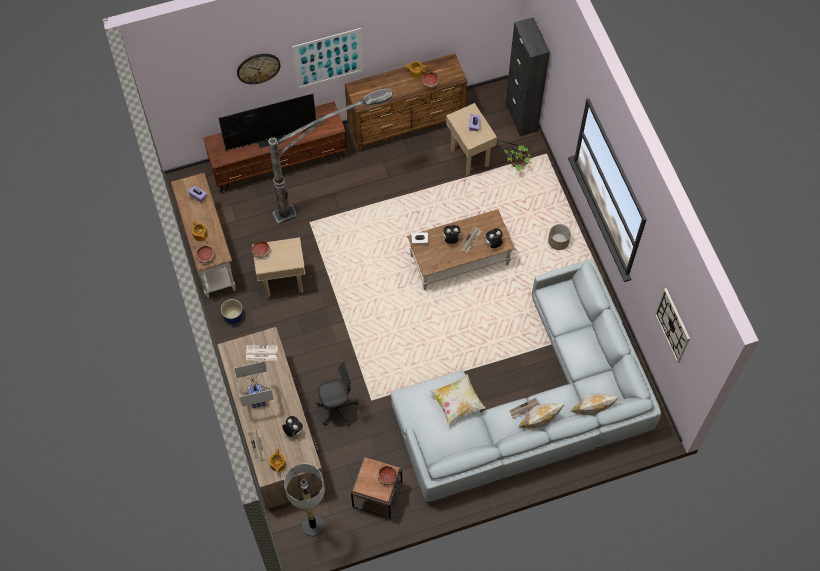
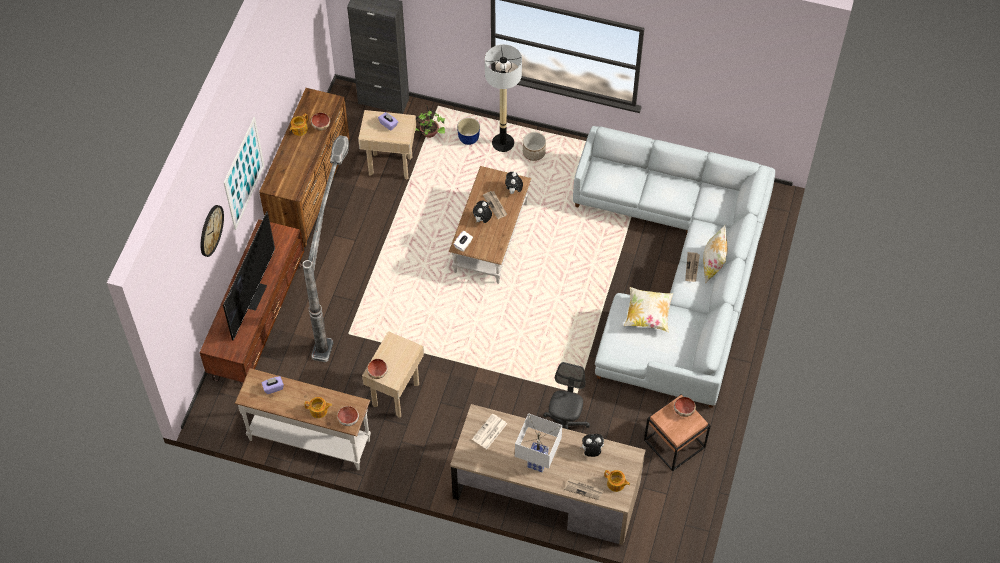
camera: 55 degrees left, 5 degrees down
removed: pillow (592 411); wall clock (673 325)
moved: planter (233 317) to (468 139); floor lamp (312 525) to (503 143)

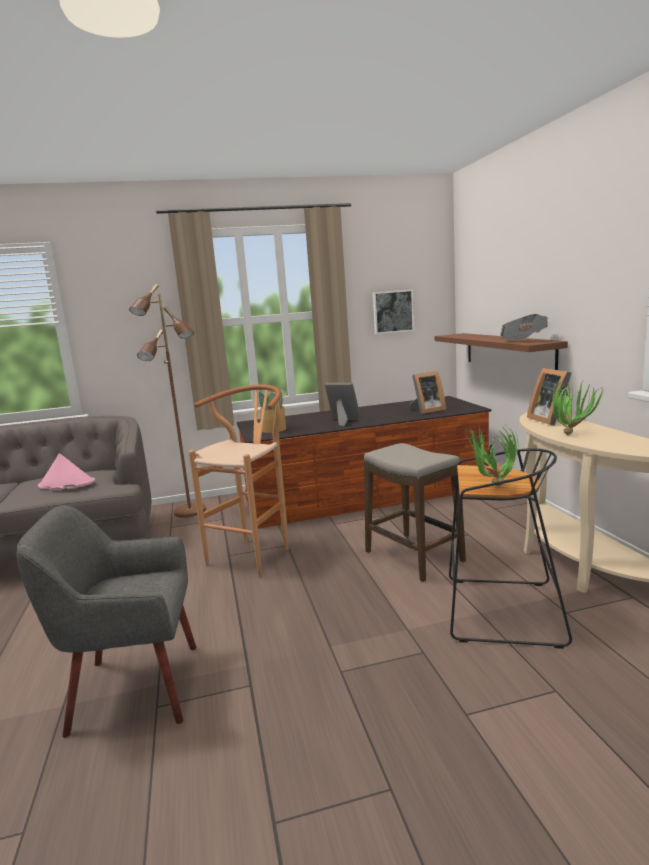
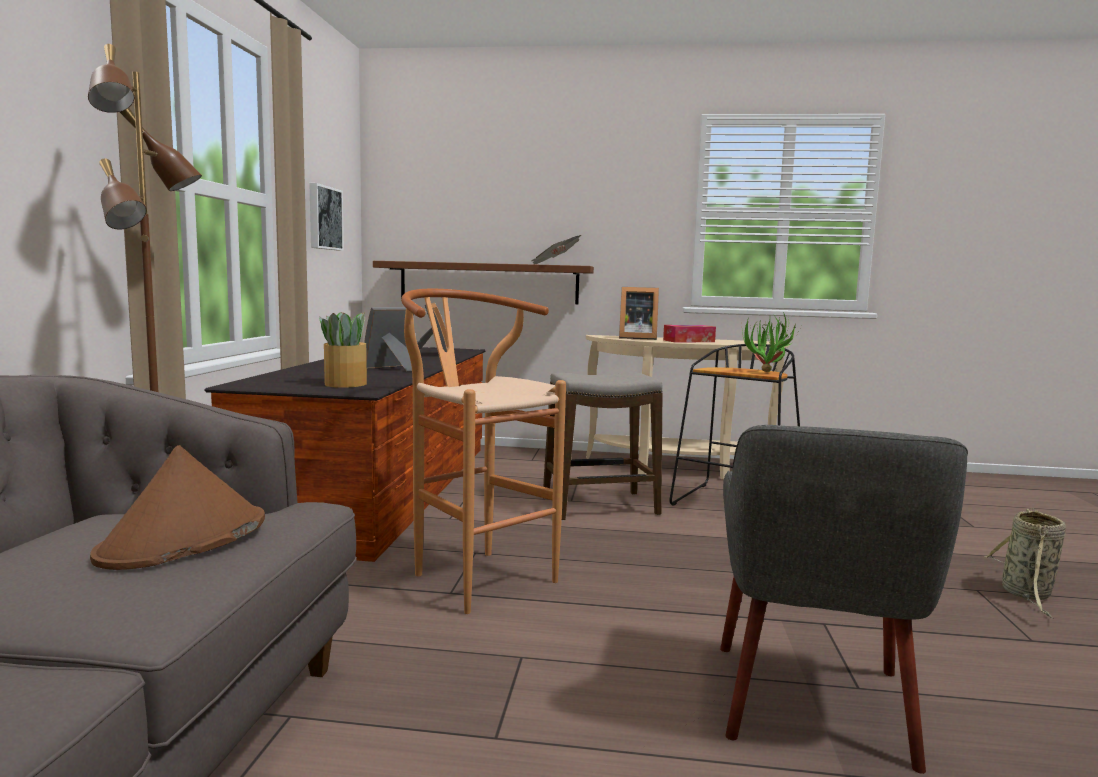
camera: 70 degrees left, 5 degrees down
added: basket (1026 595)
replaced: potted plant (572 433) to tissue box (688 341)
recoloured: pink hat (66 484) to brown hat (184 539)

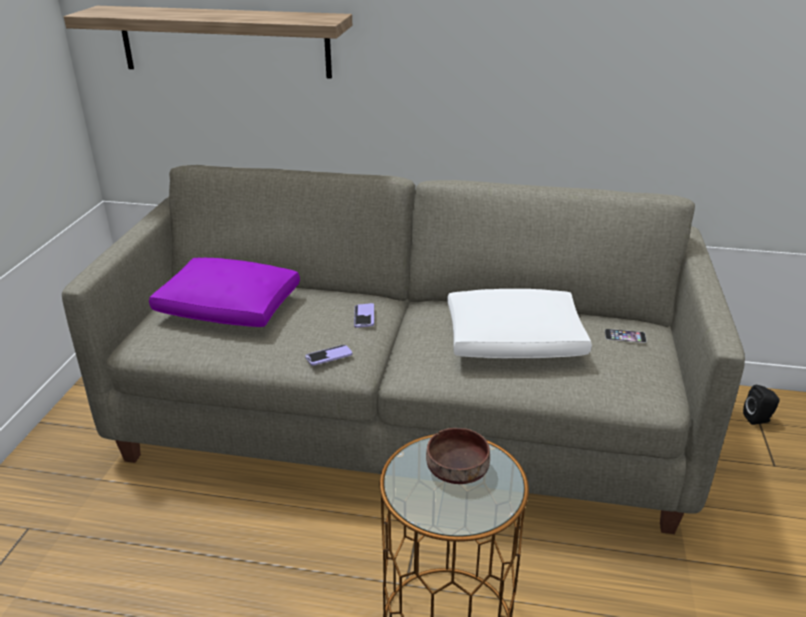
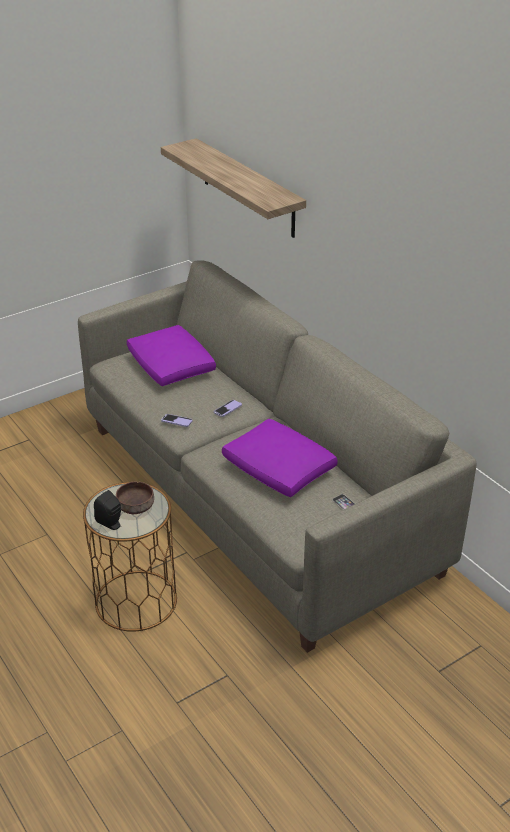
camera: 45 degrees right, 5 degrees up
moved: black speaker (758 419) to (111 524)
recoloured: white pillow (515 341) to purple pillow (279 469)

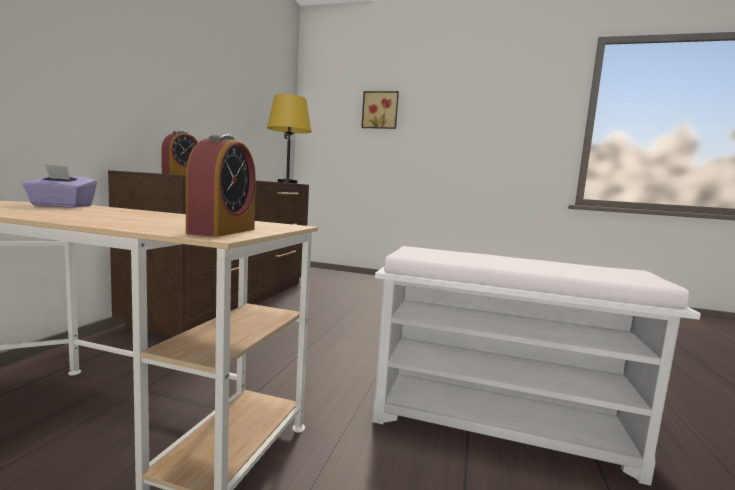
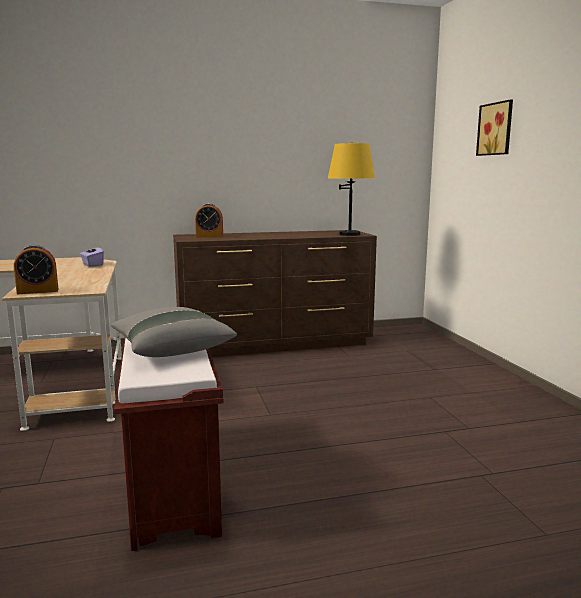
camera: 60 degrees right, 5 degrees up
added: grey pillow (172 349)
recoloured: white bench (500 424) to brown bench (173 479)

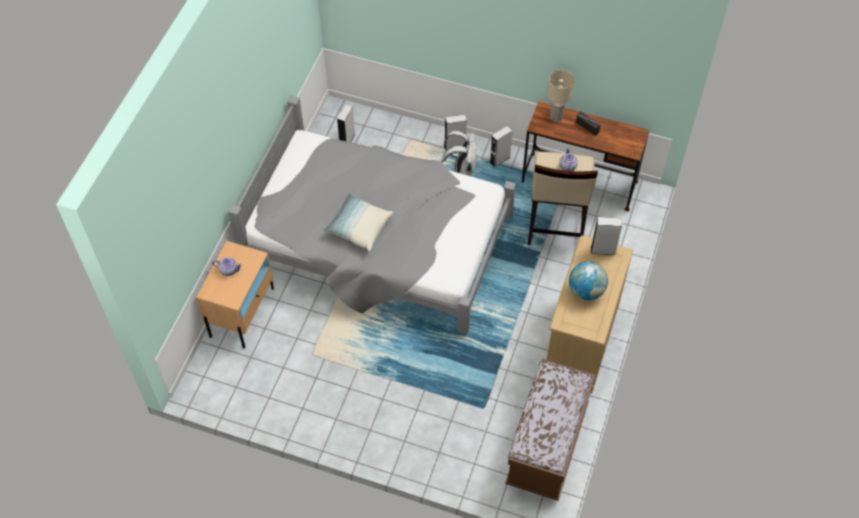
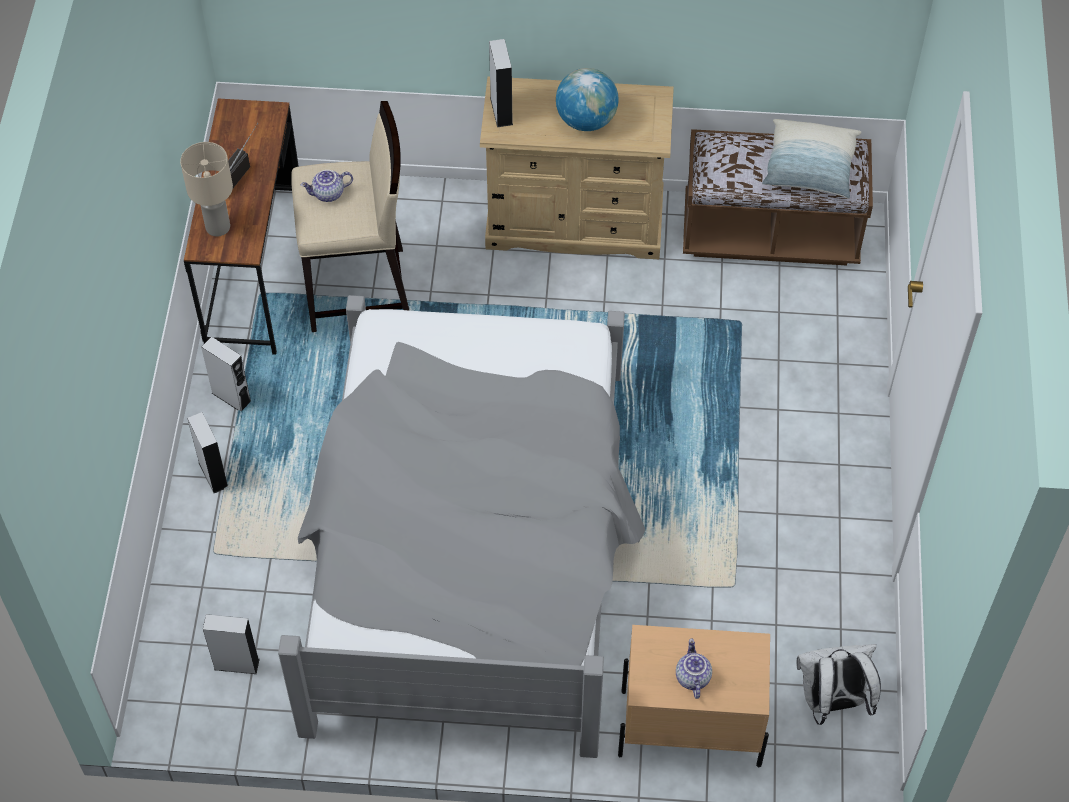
camera: 105 degrees left, 0 degrees up
moved: pillow (359 227) to (810 169); white backpack (461 171) to (832 702)

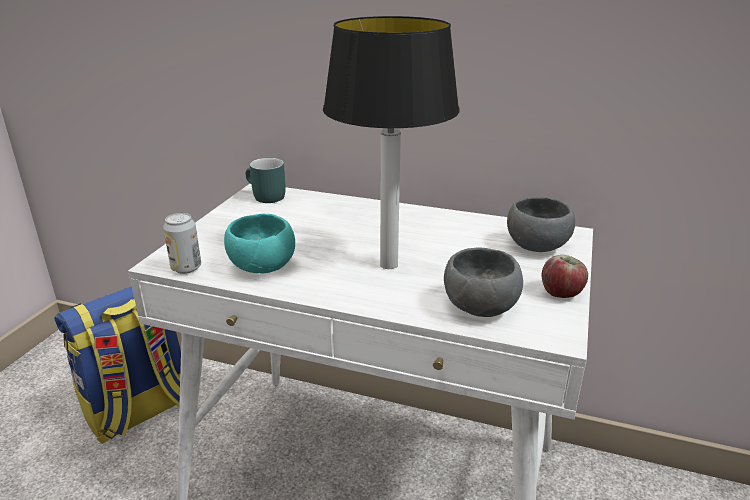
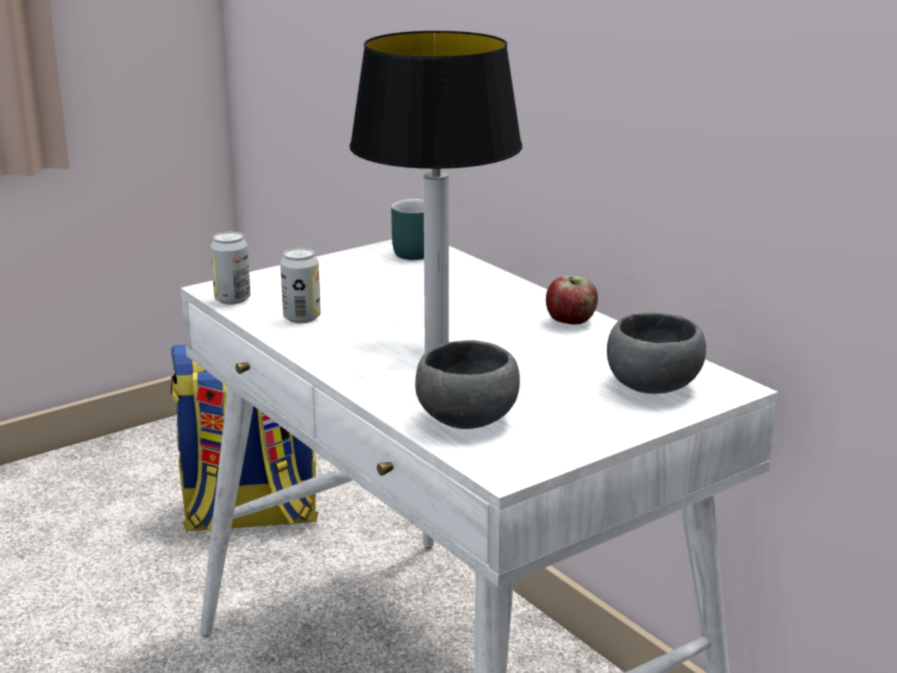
camera: 35 degrees right, 5 degrees down
moved: apple (561 293) to (571 322)
replaced: turquoise bowl (260 267) to can (302 318)

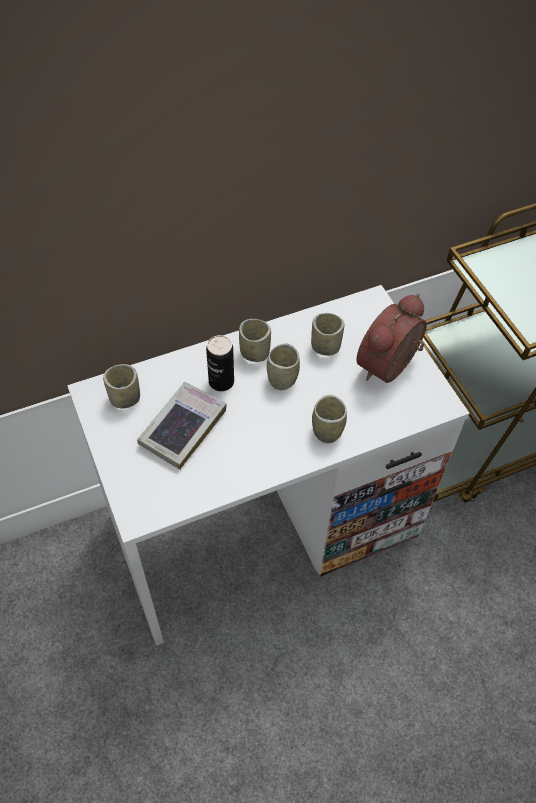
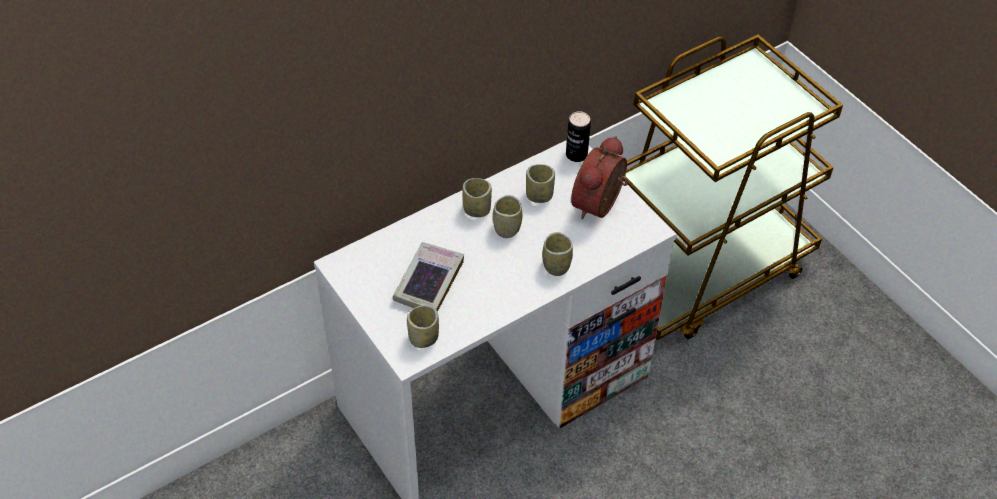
camera: 10 degrees left, 5 degrees down
moved: cup (125 398) to (423 338); can (221 381) to (576 155)

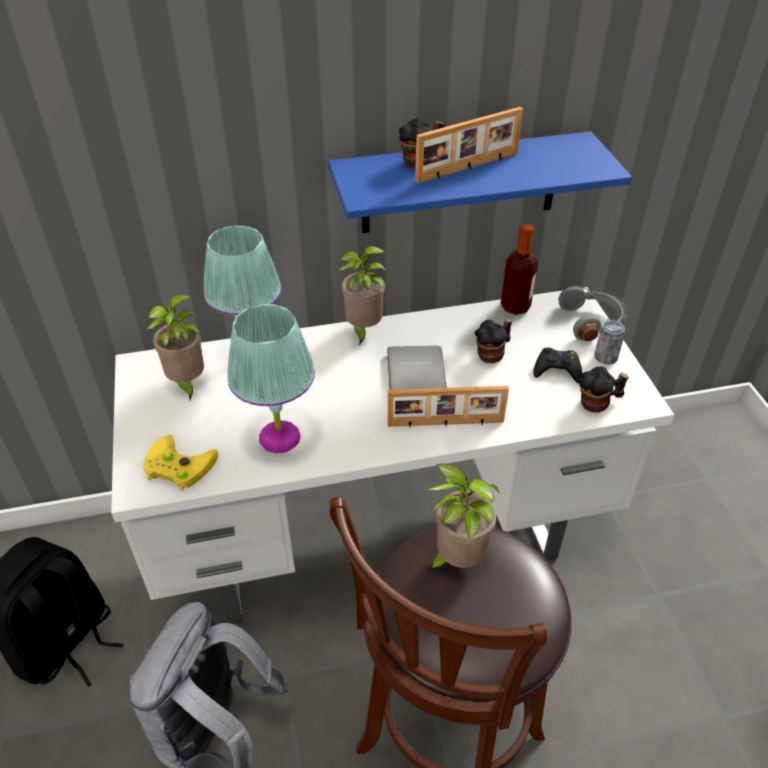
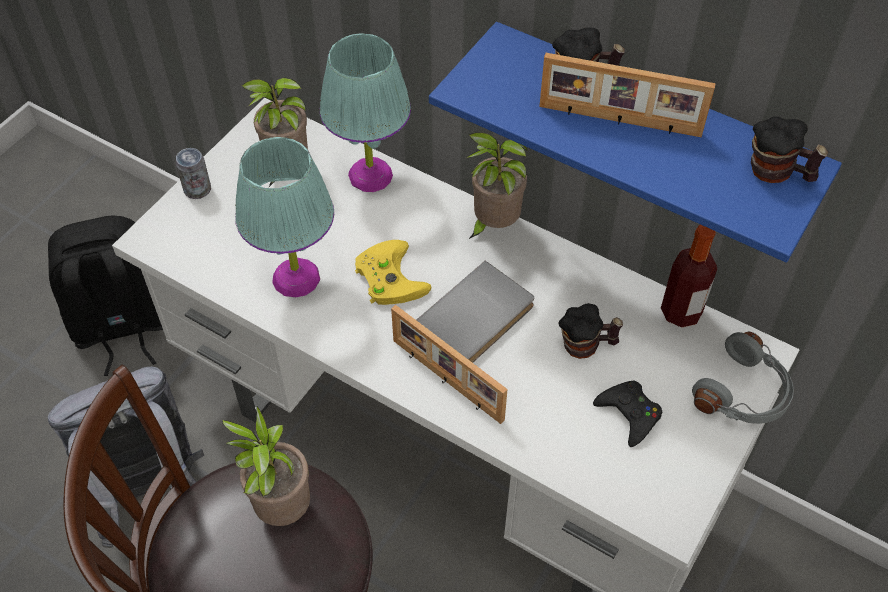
camera: 45 degrees right, 10 degrees up
moved: yellow game controller (176 466) to (387 276); mug (598 403) to (777 173); can (605 357) to (197 190)

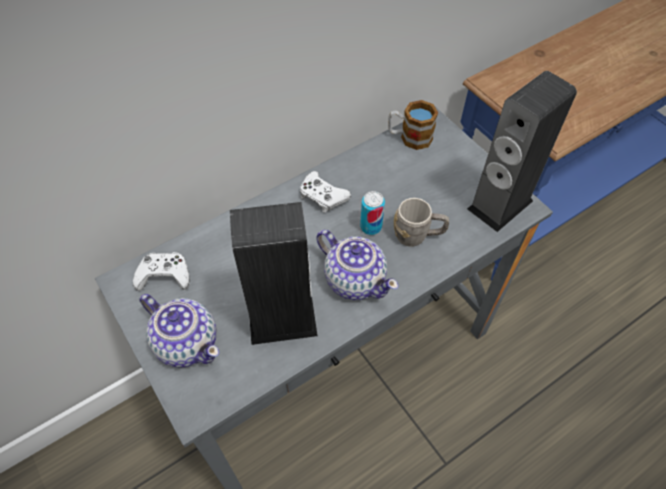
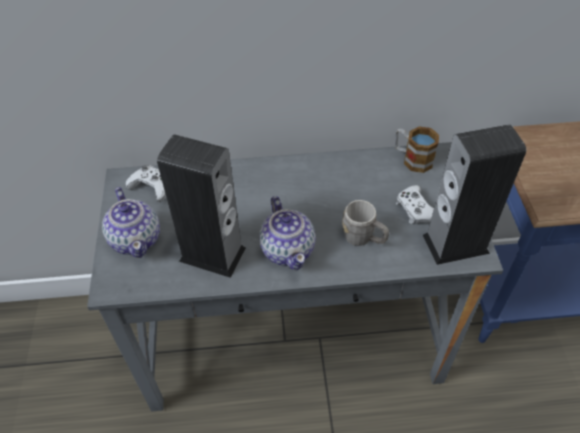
camera: 30 degrees right, 5 degrees down
removed: can (371 227)
moved: white game controller (322 196) to (415 209)

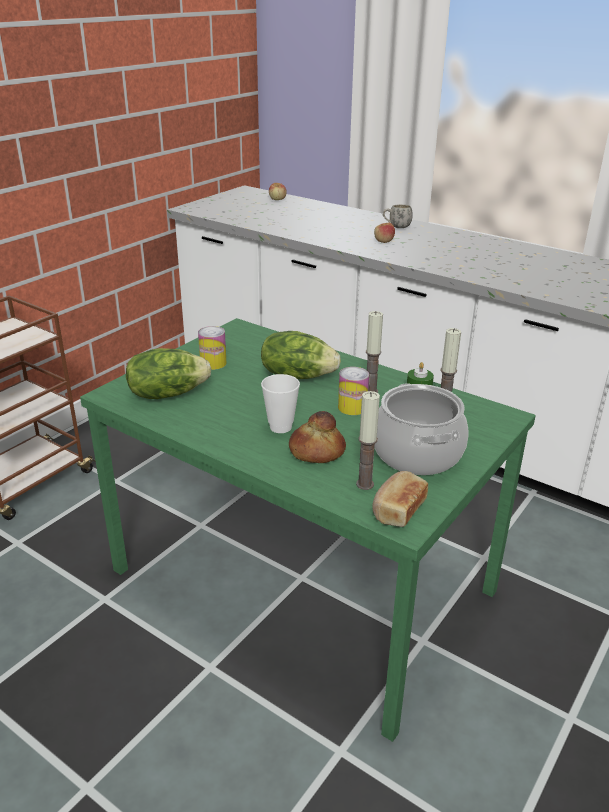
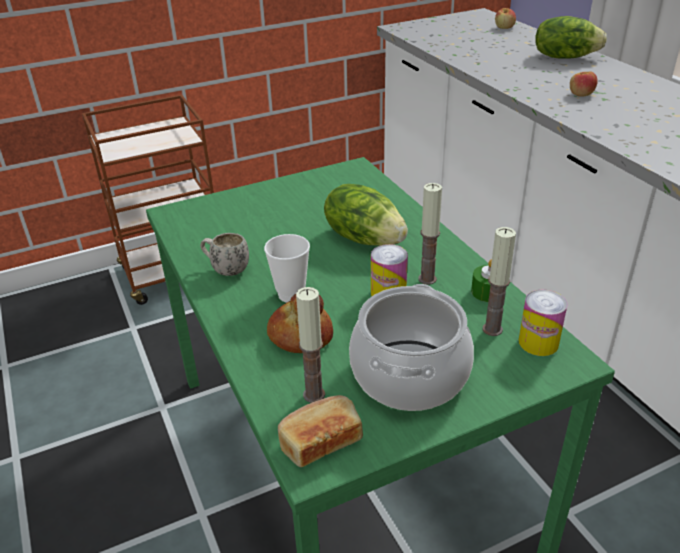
camera: 30 degrees right, 5 degrees up
moved: lettuce (167 393) to (564 57); can (213 363) to (538 342); white mug (396 227) to (226 269)

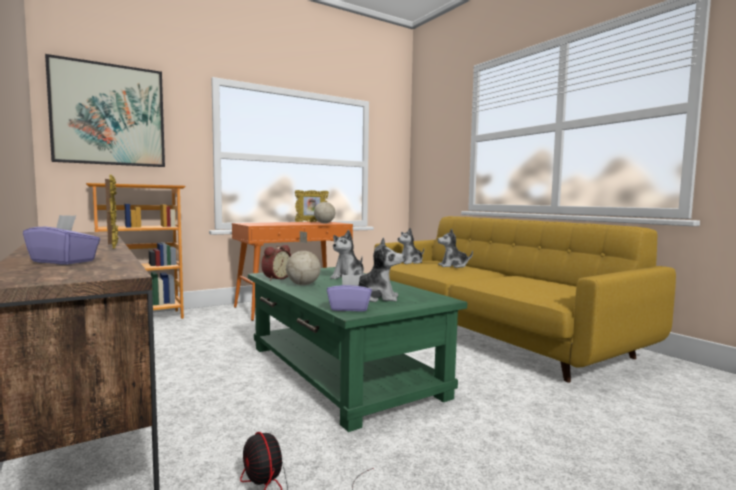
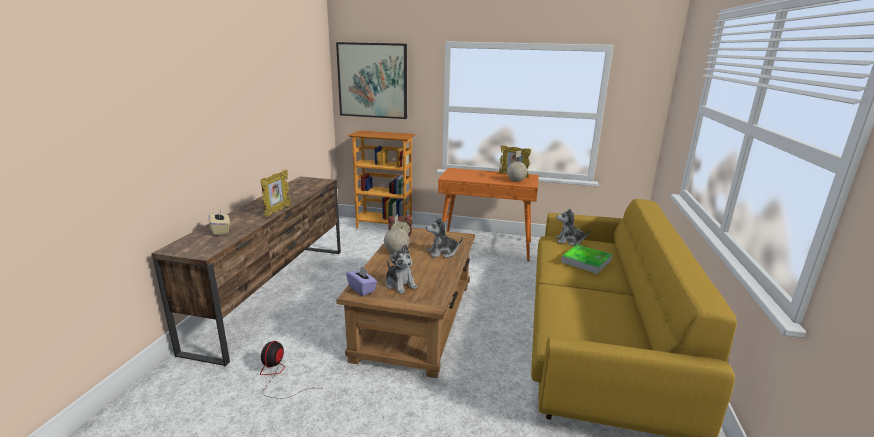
camera: 45 degrees right, 15 degrees up
replaced: plush toy (453 266) to tray (586 261)
recoloured: purple tissue box (64 261) to beige tissue box (221 230); green coffee table (342 370) to brown coffee table (416 319)

